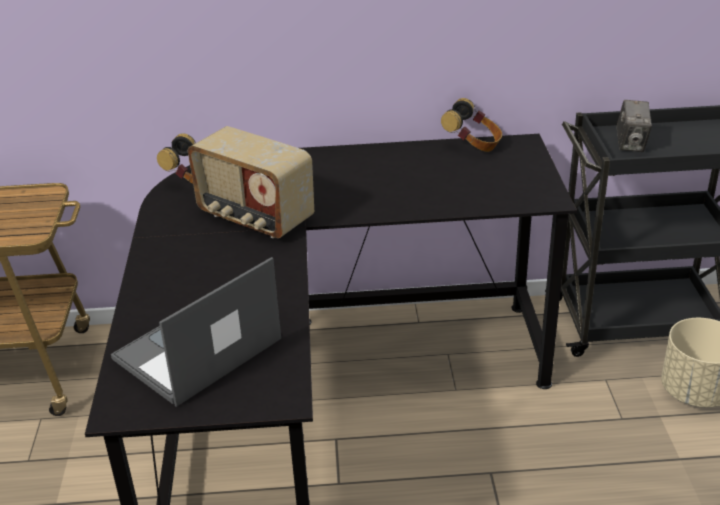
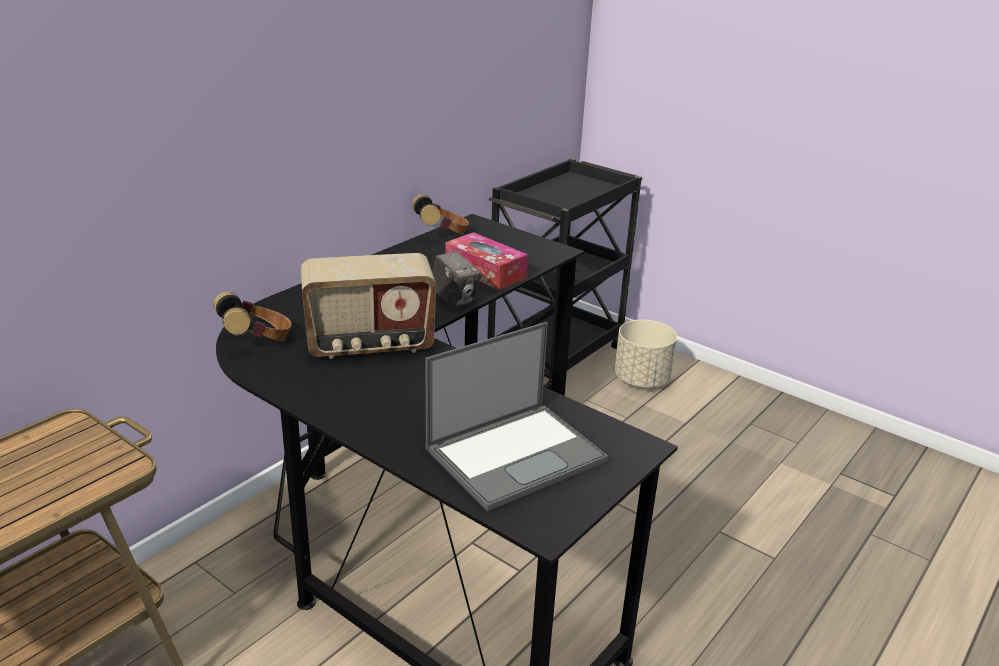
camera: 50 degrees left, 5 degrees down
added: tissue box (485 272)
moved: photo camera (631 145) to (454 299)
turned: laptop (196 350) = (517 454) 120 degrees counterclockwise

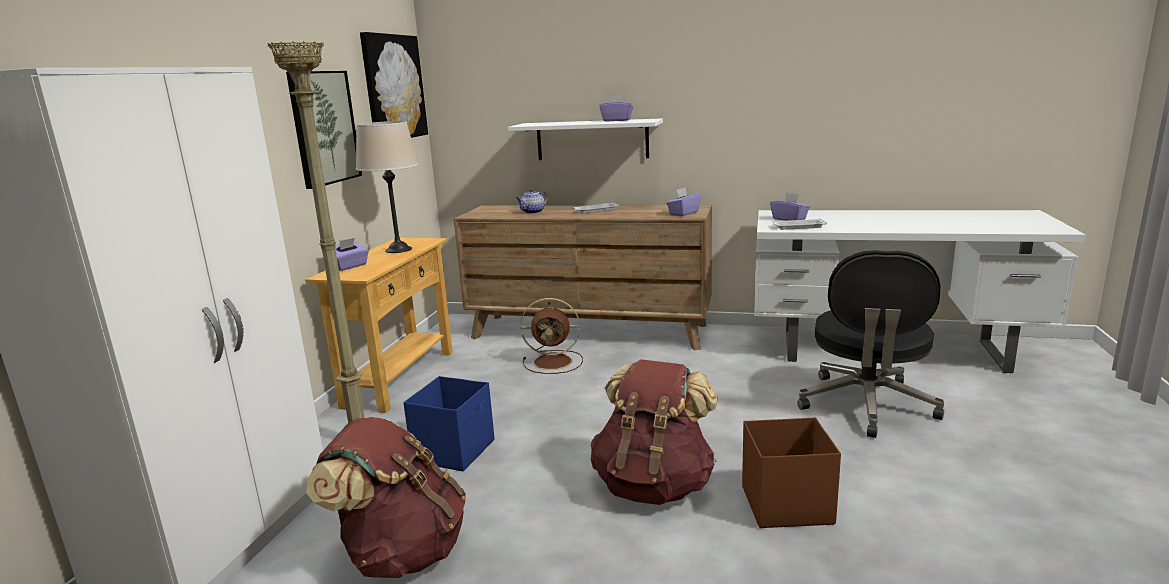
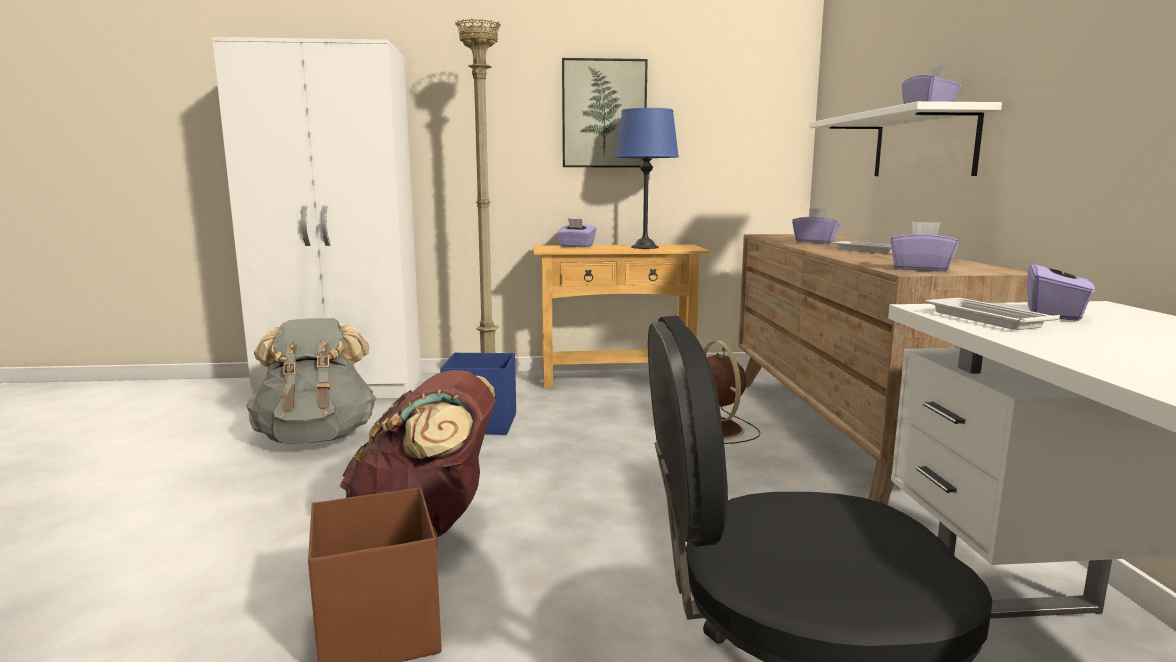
camera: 70 degrees right, 5 degrees down
removed: picture (393 88)
replaced: teapot (532 212) to purple tissue box (815 241)
recoloured: brown backpack (401 553) to grey backpack (317 437); beige table lamp (399 249) to blue table lamp (645 247)

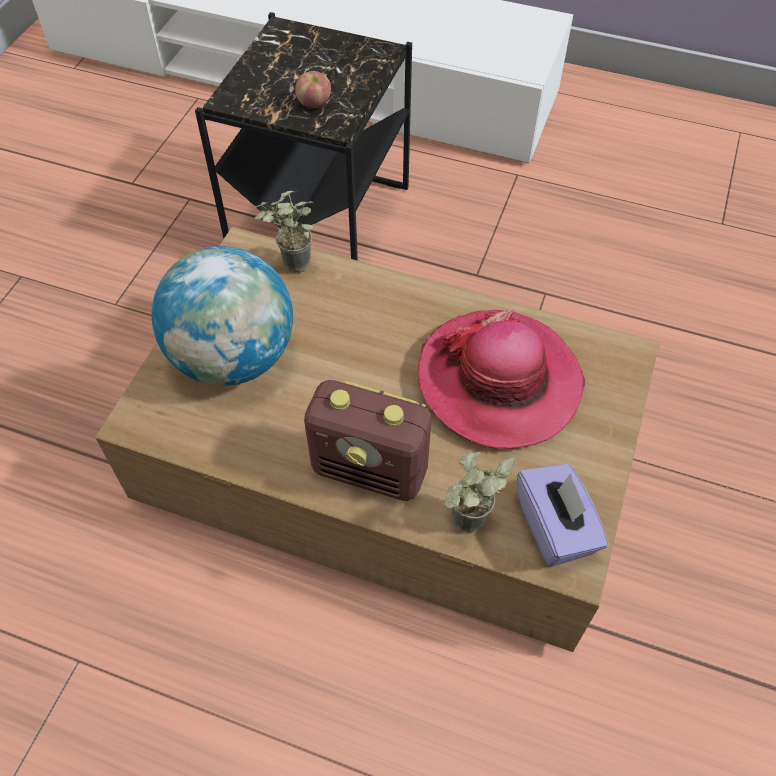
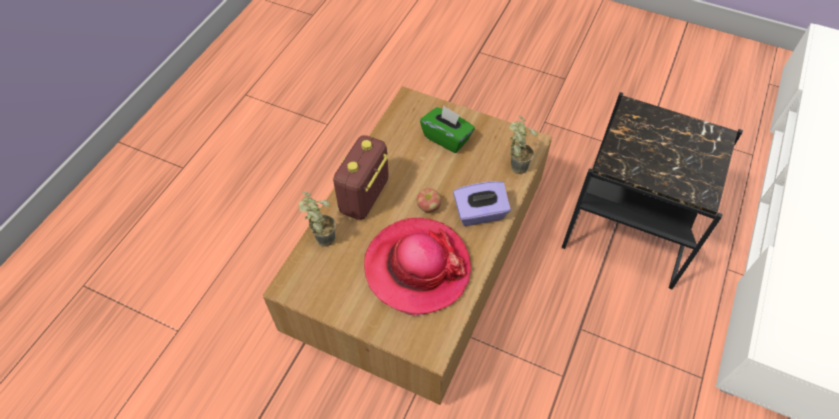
camera: 95 degrees right, 0 degrees up
moved: apple (314 103) to (428 207); purple tissue box (555 527) to (480 214)
replaced: globe (233 358) to green tissue box (447 138)

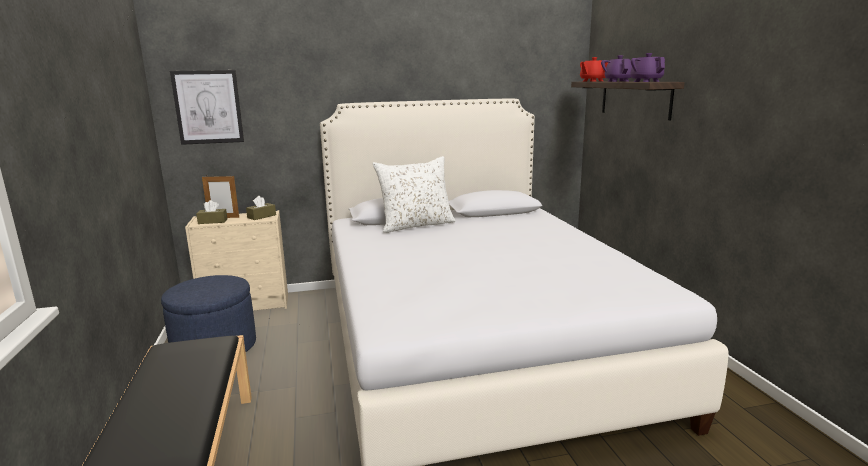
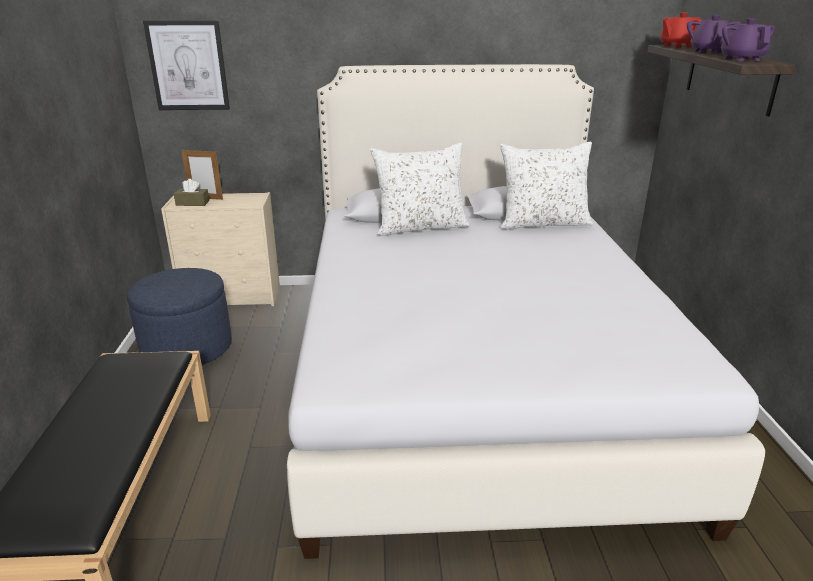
camera: 10 degrees right, 10 degrees up
removed: brown tissue box (261 216)
added: white pillow (543 223)

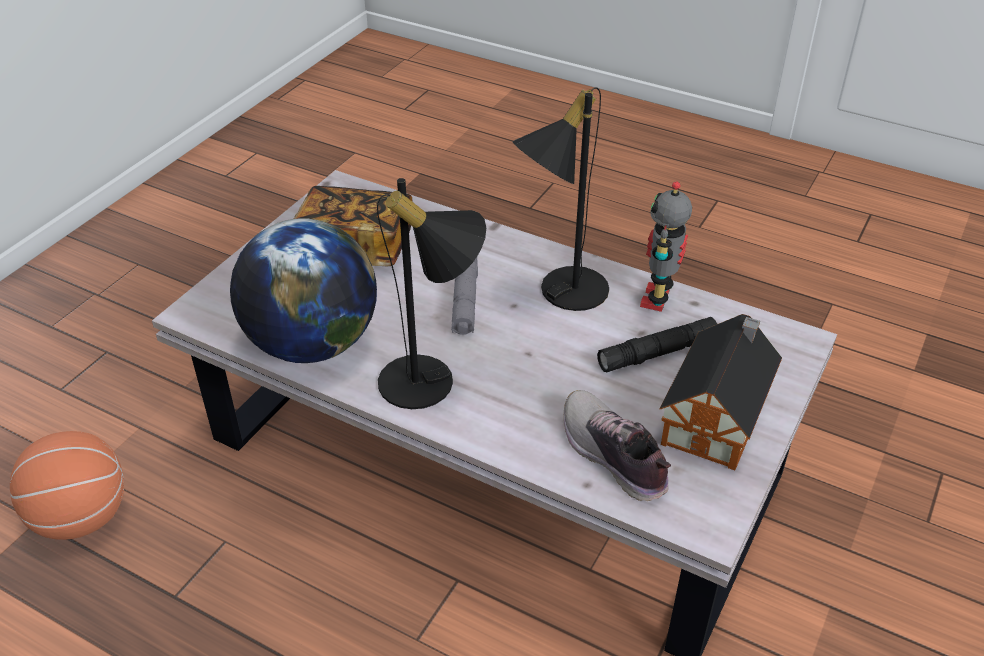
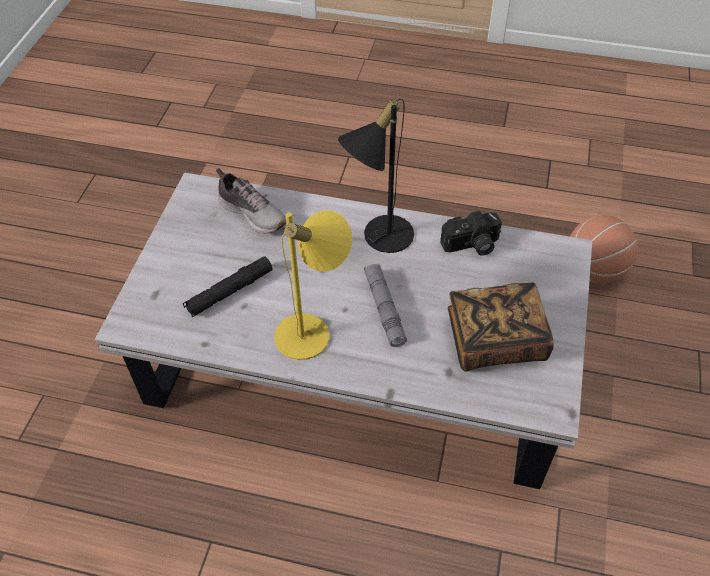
camera: 165 degrees right, 10 degrees up
removed: toy robot (658 299); toy house (717 415)
replaced: globe (312 344) to photo camera (471 245)
recoloured: black table lamp (561 290) to yellow table lamp (312 332)

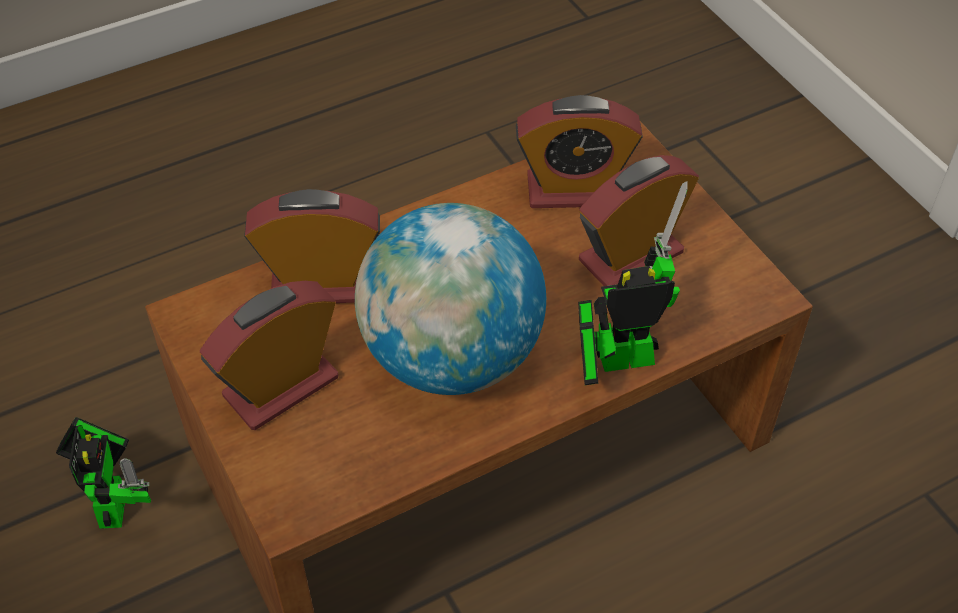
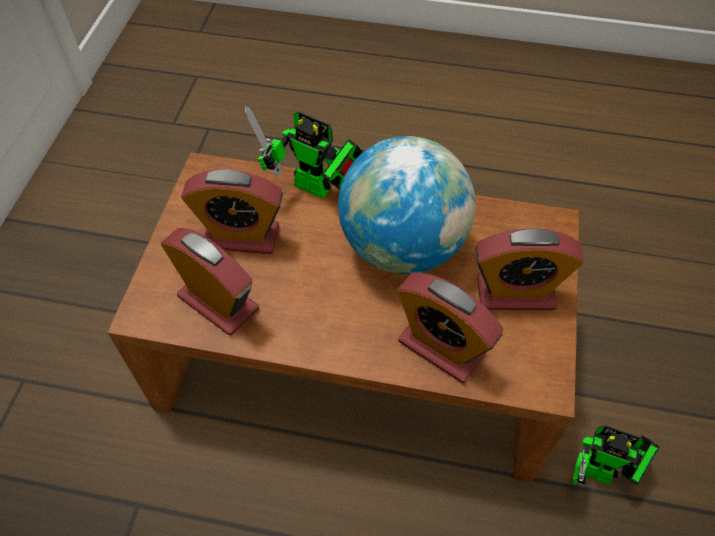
camera: 140 degrees left, 5 degrees up
turned: toy robot (114 501) = (600 473) 105 degrees counterclockwise

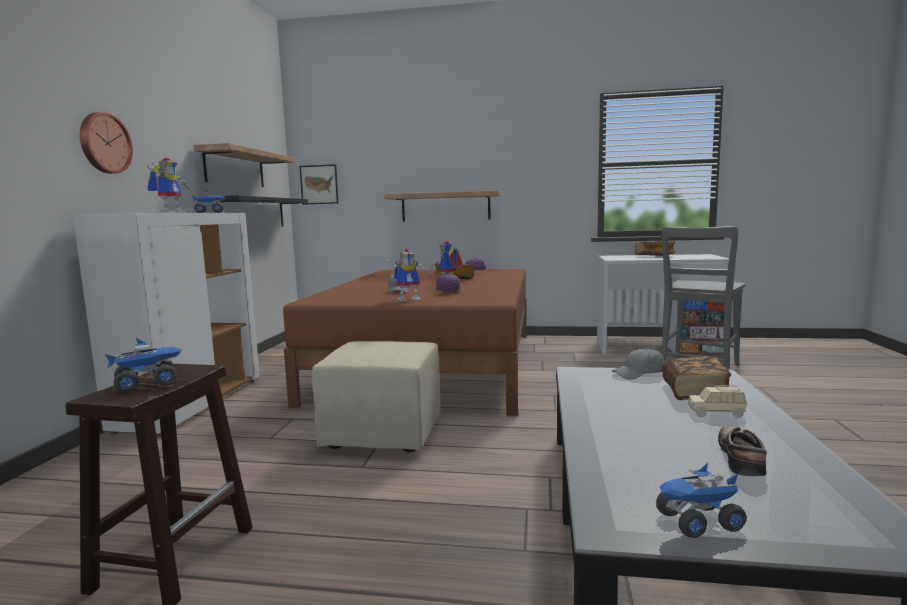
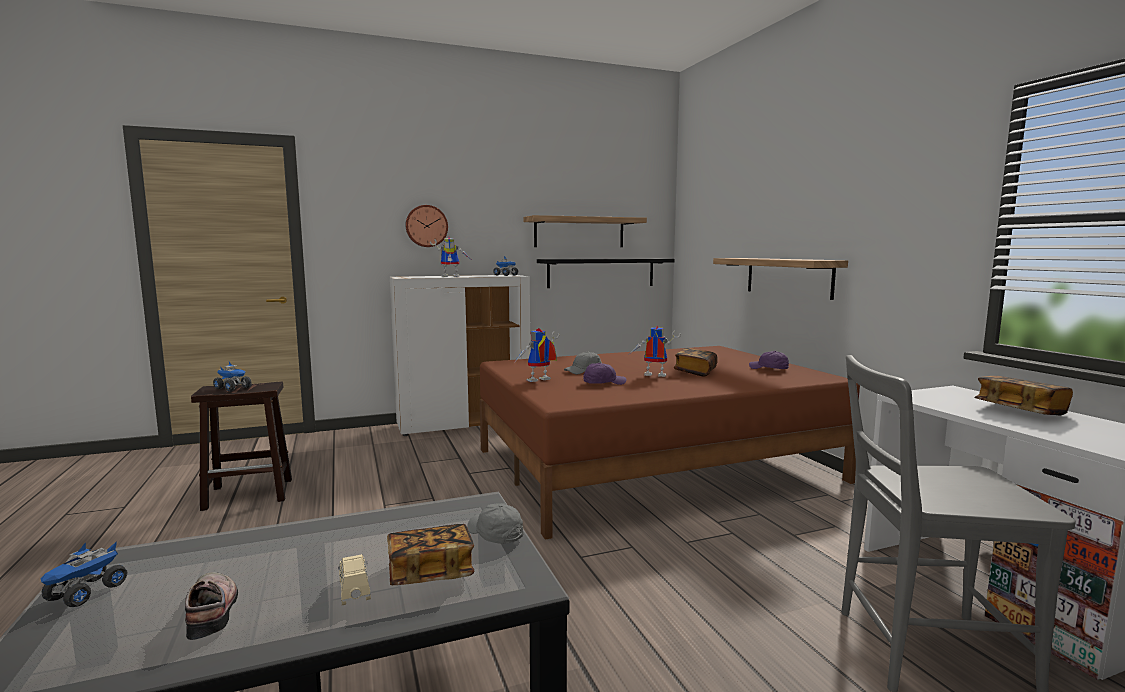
camera: 60 degrees right, 0 degrees up
removed: picture (319 184); beige ottoman (385 433)
turned: toy robot (410 299) = (538 381) 105 degrees clockwise; toy truck (698 523) = (86 593) 120 degrees counterclockwise; shoe (744 458) = (214 610) 105 degrees counterclockwise

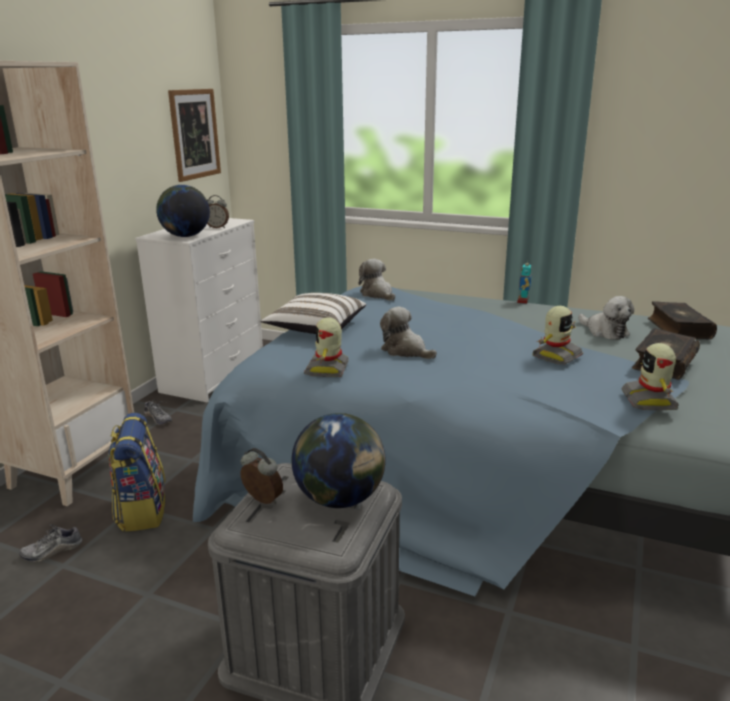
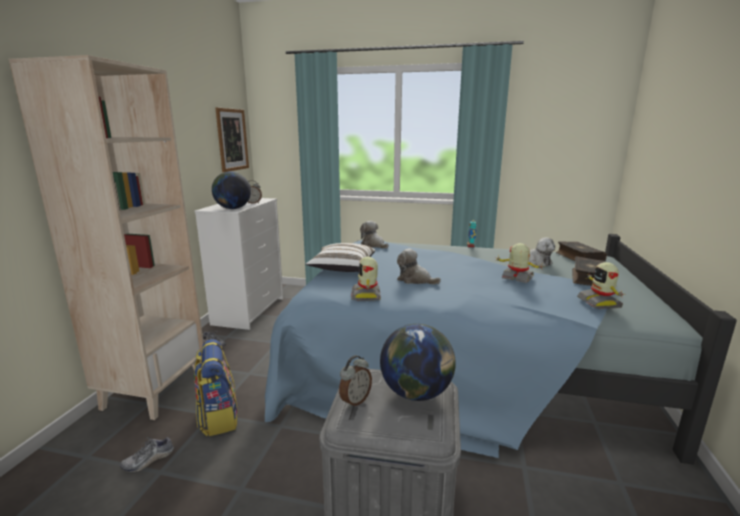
camera: 10 degrees left, 5 degrees down
turned: alarm clock (262 501) = (355 400) 105 degrees clockwise; toy robot (556 356) = (517 278) 90 degrees counterclockwise

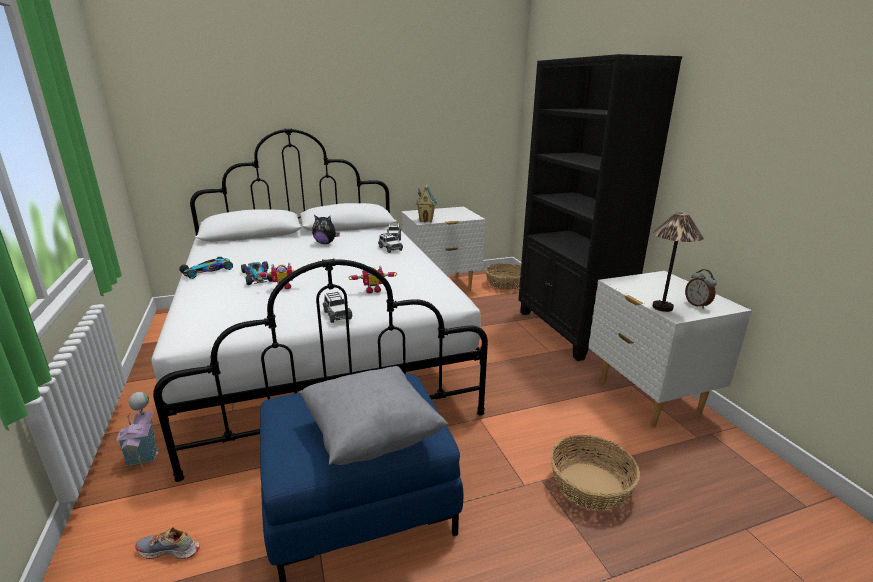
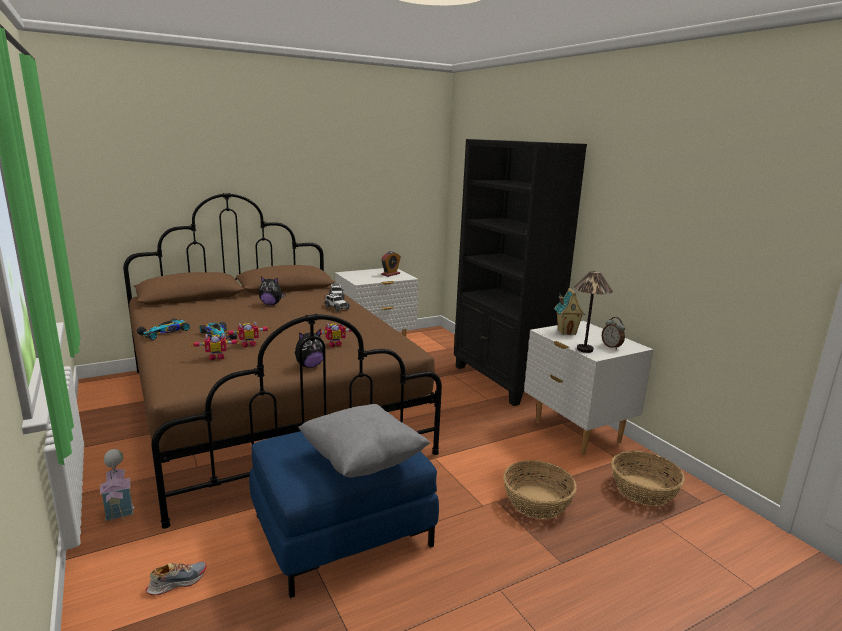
camera: 10 degrees left, 5 degrees down
added: toy robot (217 357); alarm clock (390 274)
moved: toy house (426 220) to (566 332); basket (505 284) to (643 490)
replaced: toy car (337 315) to plush toy (309 366)
recoloured: white bed (320 349) to brown bed (269 408)
turned: shoe (169 551) = (177 582) 150 degrees clockwise

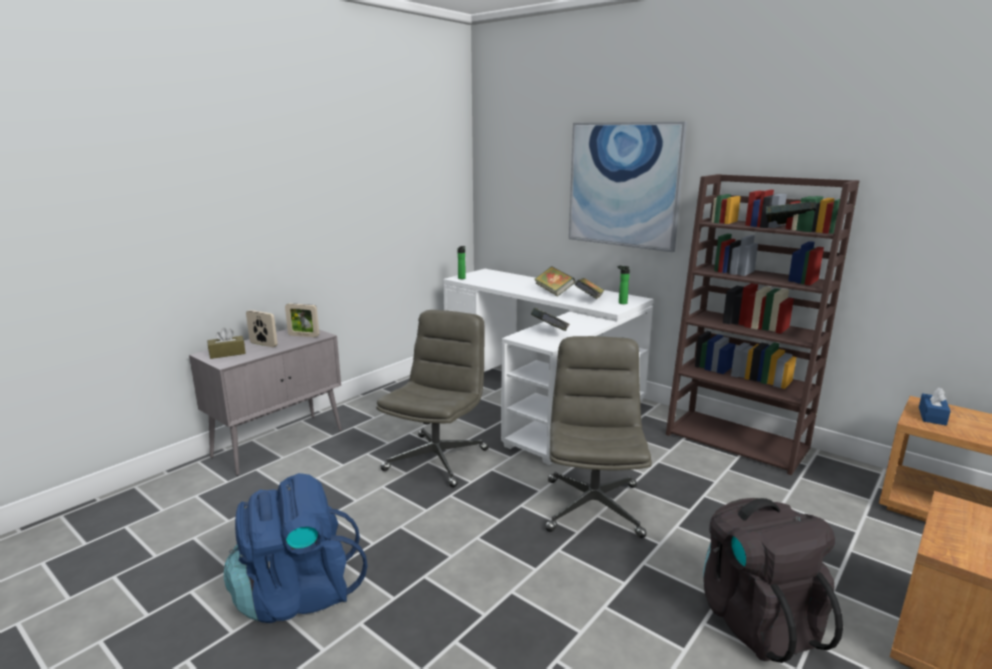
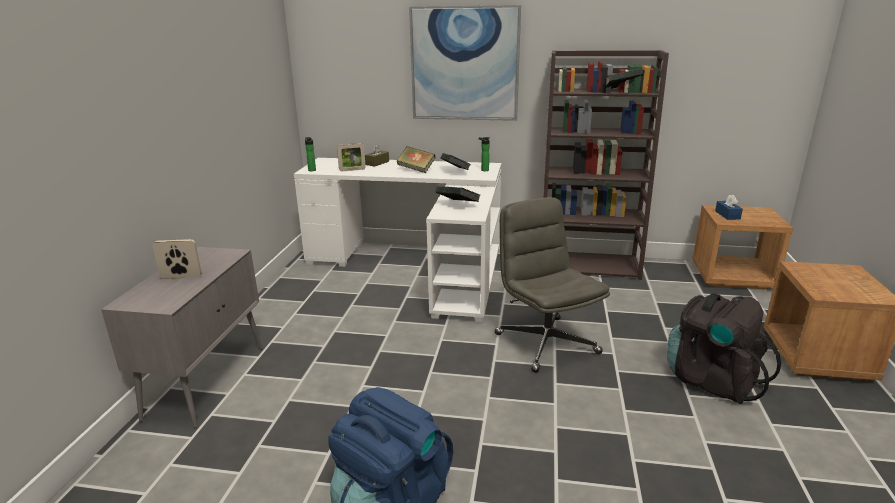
camera: 30 degrees left, 5 degrees up
removed: grey office chair (437 459)
moved: brown tissue box (227 353) to (377 163); picture frame (303 335) to (352 170)

